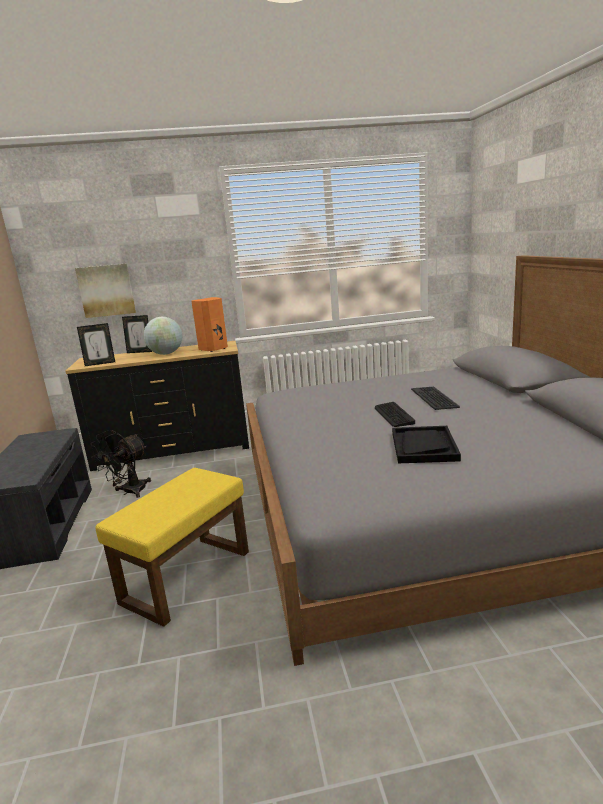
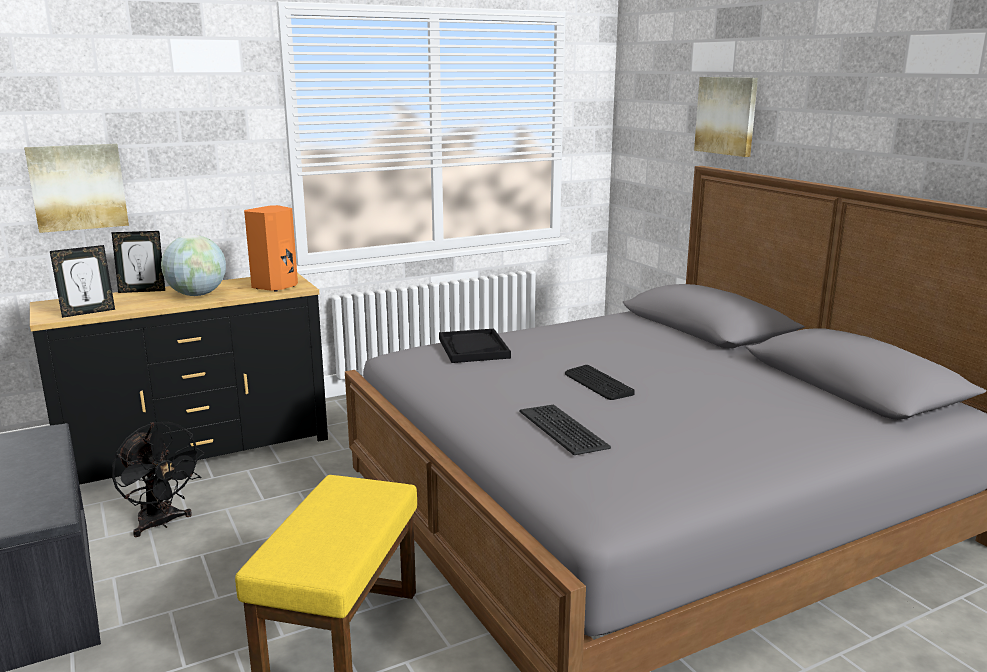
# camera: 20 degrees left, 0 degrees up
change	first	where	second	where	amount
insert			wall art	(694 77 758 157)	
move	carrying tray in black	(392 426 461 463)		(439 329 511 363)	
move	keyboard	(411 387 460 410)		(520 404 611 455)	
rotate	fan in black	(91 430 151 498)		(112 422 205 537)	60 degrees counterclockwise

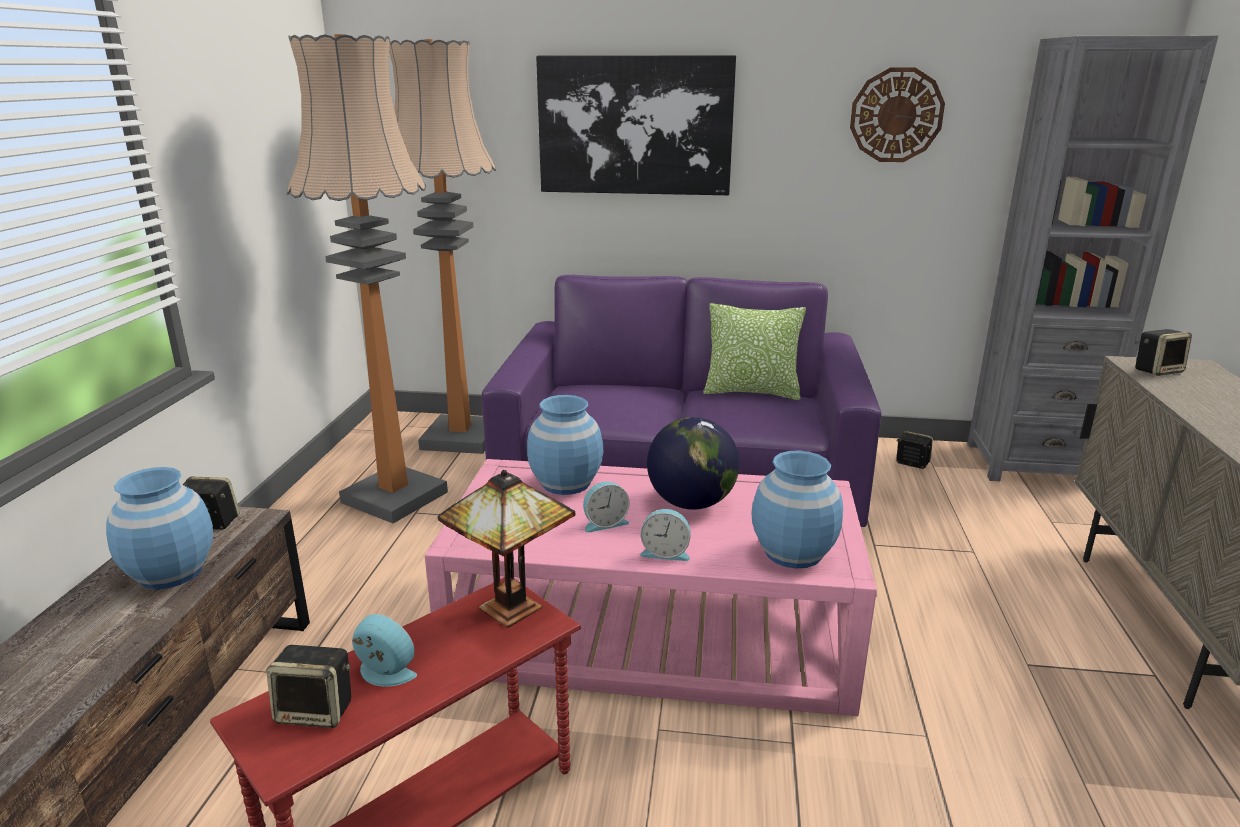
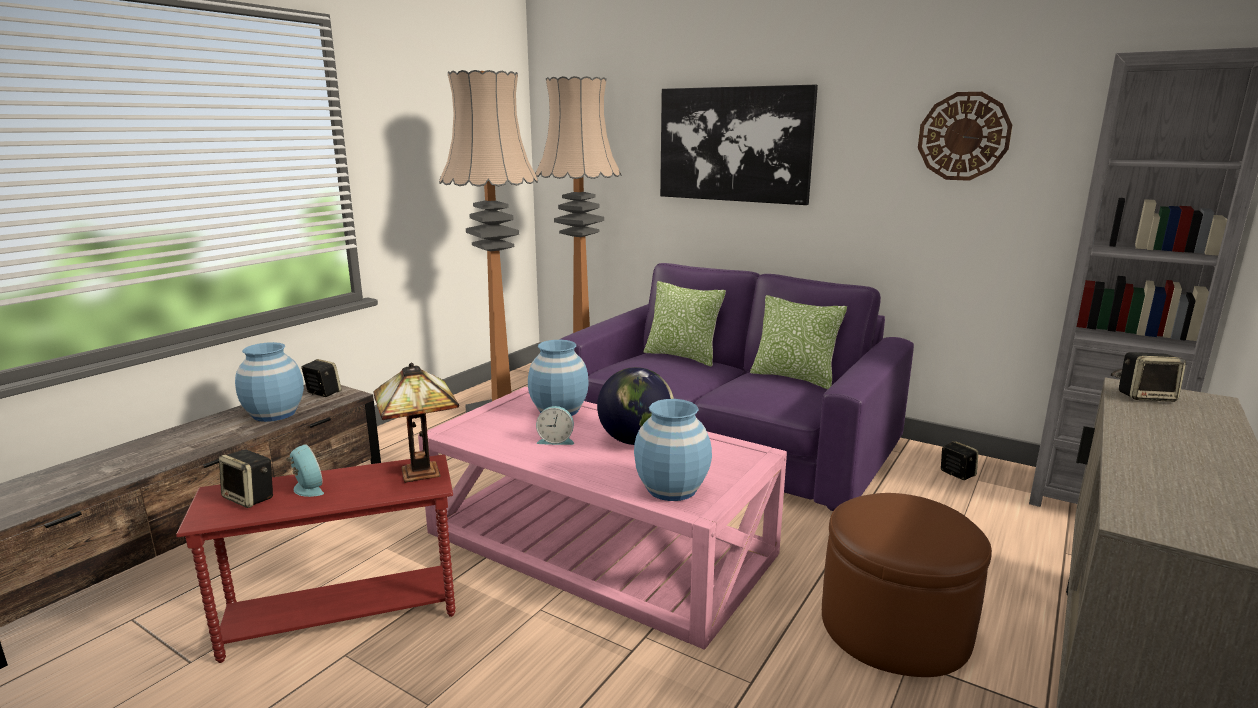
# camera: 25 degrees right, 5 degrees down
change	first	where	second	where	amount
delete	alarm clock	(640 509 691 561)			
insert			pillow	(644 281 726 367)	
insert			pouffe in brownish	(822 493 992 677)	

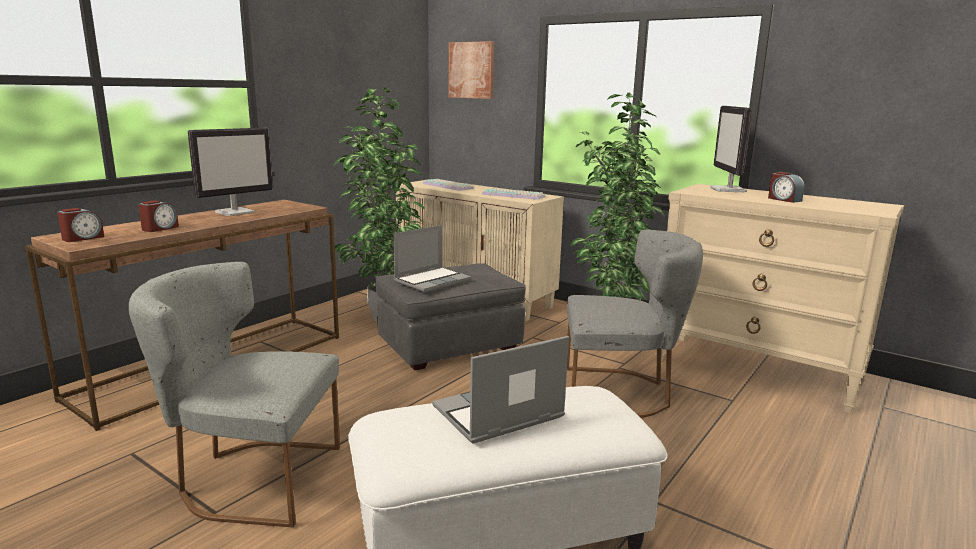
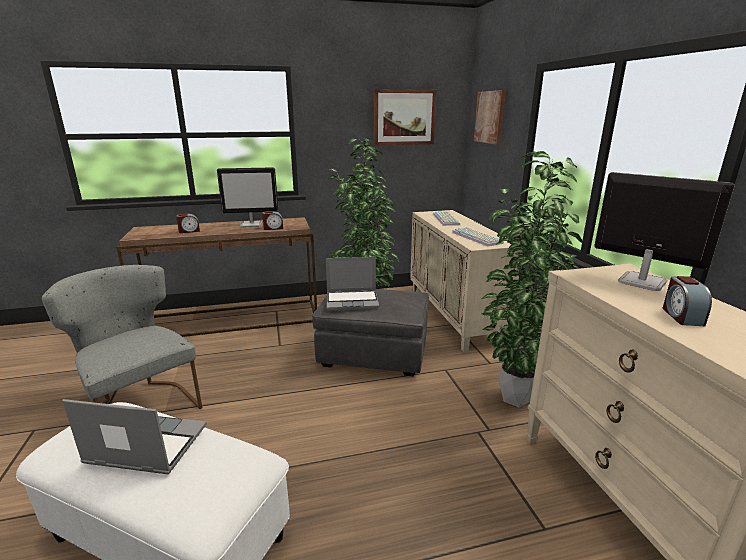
# camera: 40 degrees right, 5 degrees up
change	first	where	second	where	amount
delete	upright chair in grey	(567 229 703 418)			
insert			wall art	(374 89 437 145)	
move	alarm clock	(57 208 104 242)		(262 211 283 230)	
rotate	computer display	(710 106 752 192)		(594 172 735 291)	90 degrees clockwise

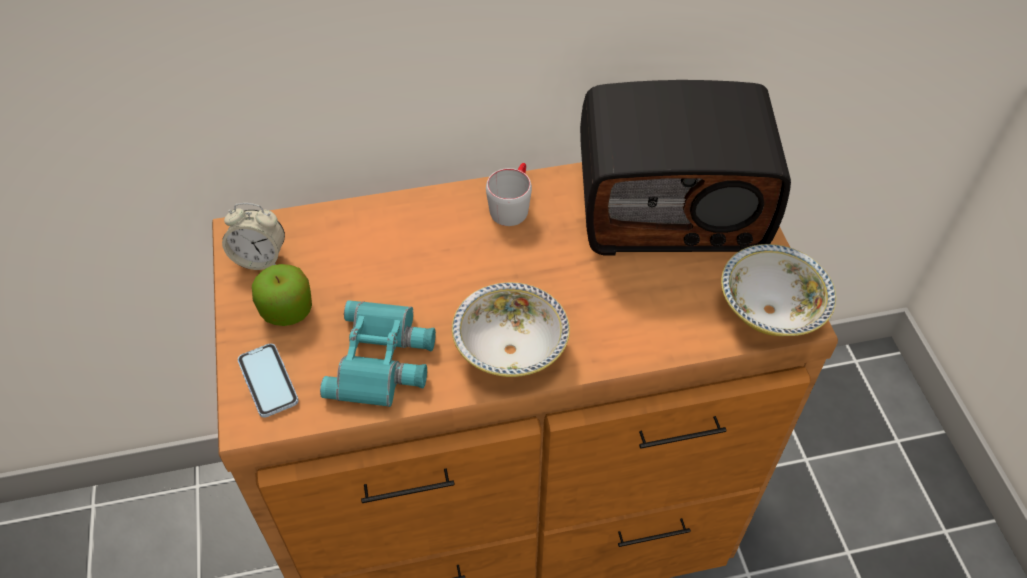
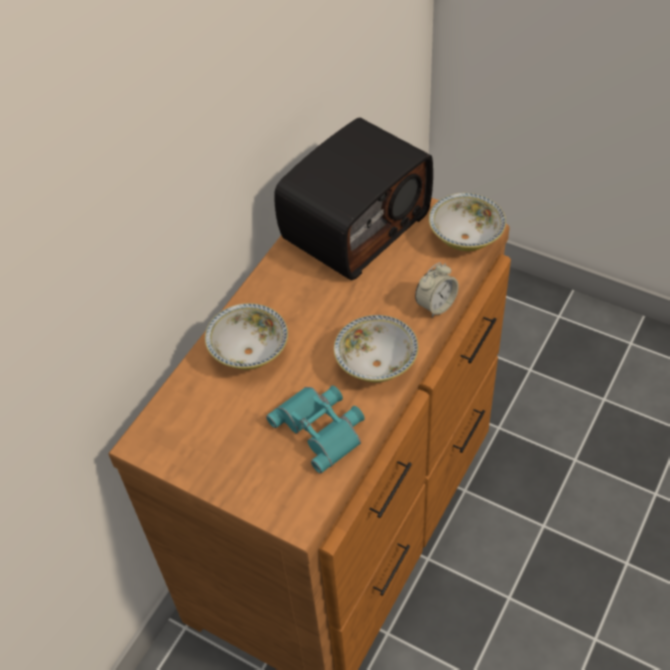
# camera: 45 degrees left, 0 degrees up
change	first	where	second	where	amount
delete	handset	(238 344 299 418)			
delete	whole apple	(252 264 312 326)			
delete	mug in grey	(486 163 532 226)			
insert			serving bowl	(205 303 288 370)	
move	alarm clock	(222 203 285 270)		(415 262 459 318)	

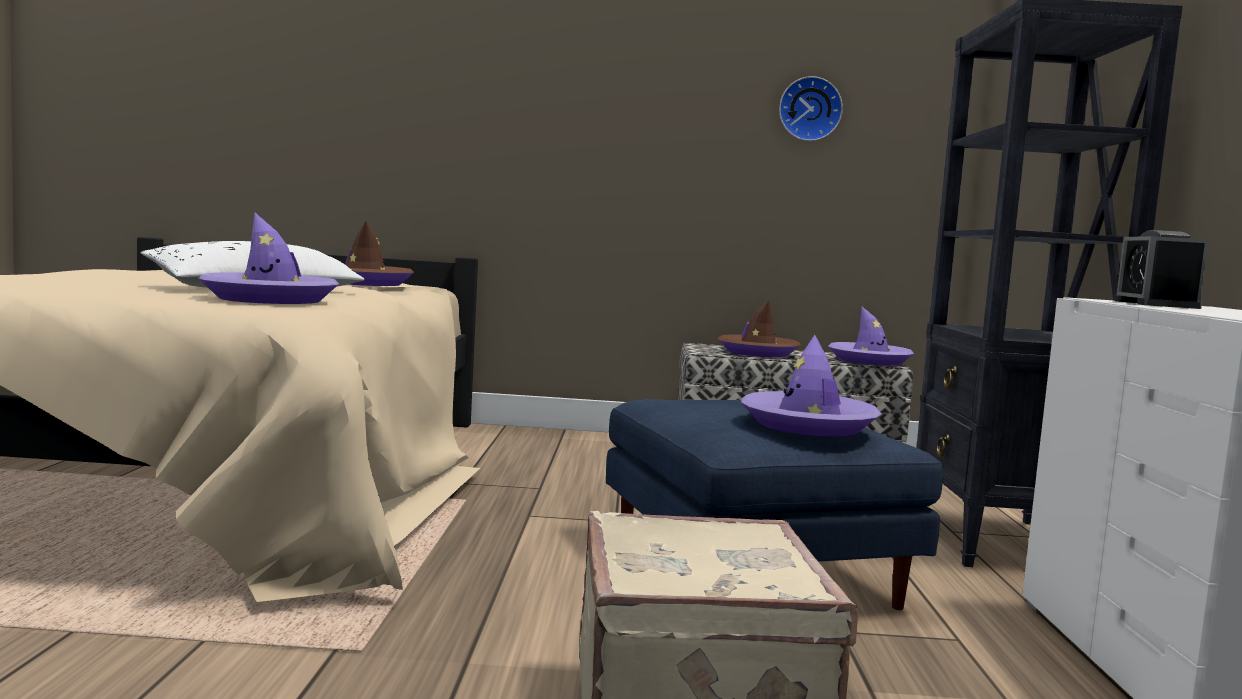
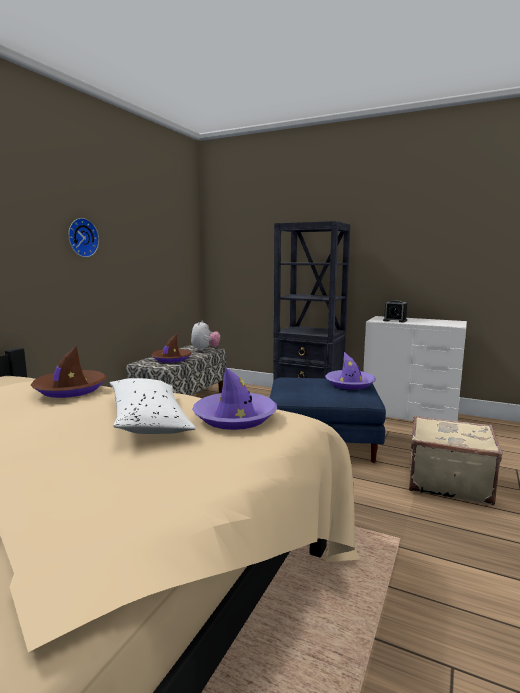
# camera: 65 degrees left, 5 degrees up
change	first	where	second	where	amount
move	wall clock	(779 76 843 141)		(68 218 99 257)	
replace	clothing hat in purplish	(828 307 914 366)	plush toy	(191 320 220 351)	

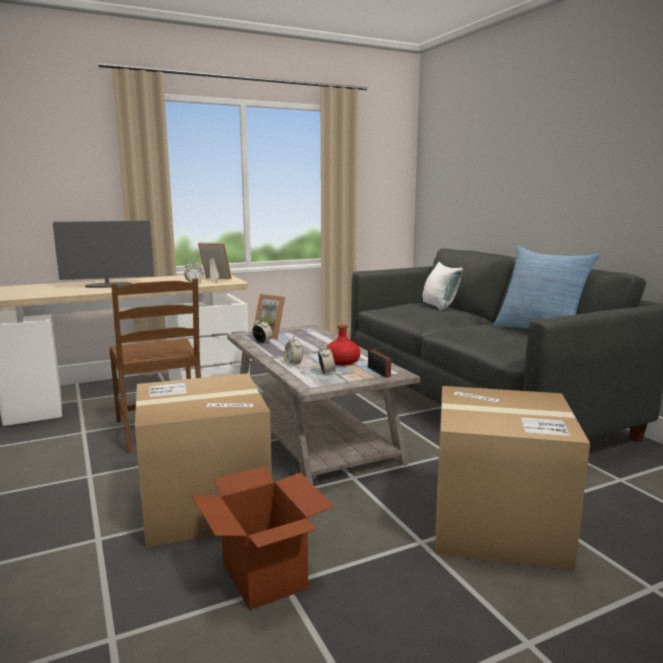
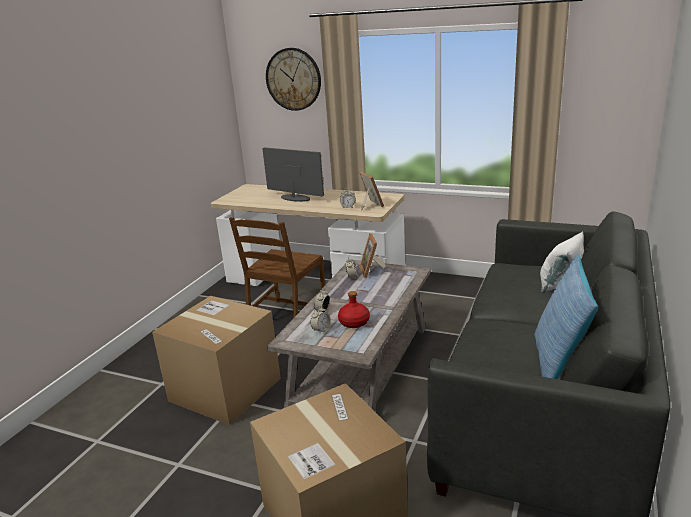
# camera: 50 degrees right, 10 degrees up
change	first	where	second	where	amount
delete	carton	(191 466 335 610)			
delete	radio receiver	(368 346 391 378)			
insert			wall clock	(266 48 321 111)	

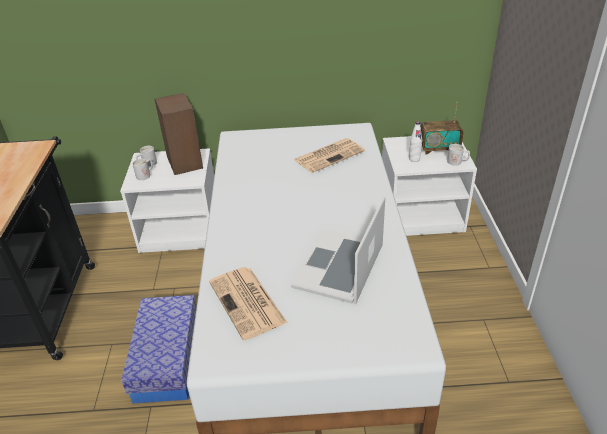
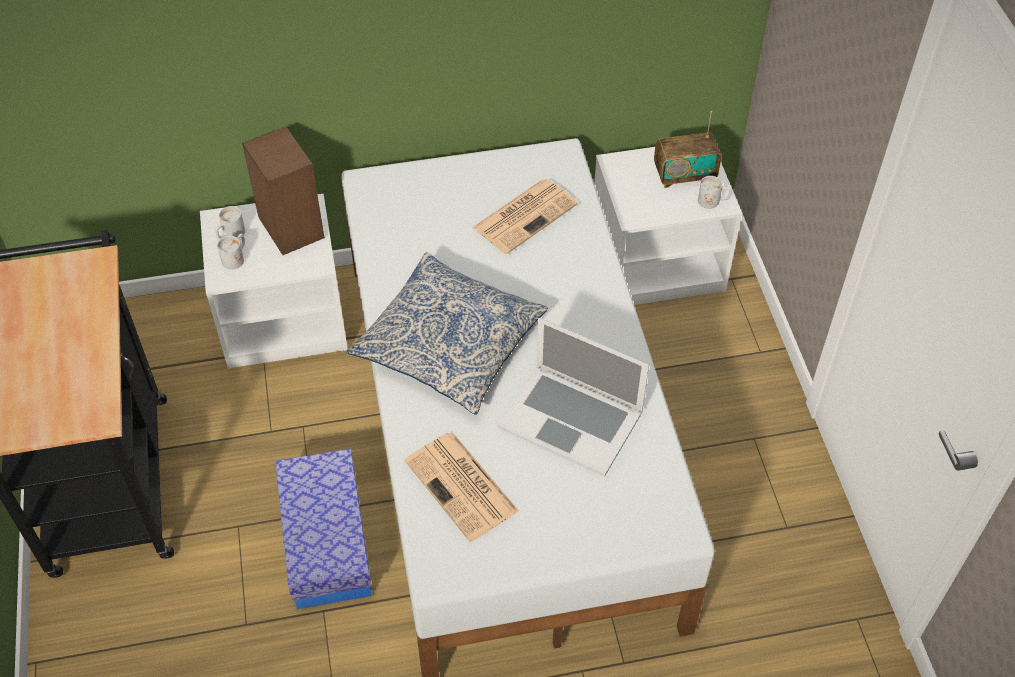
# camera: 10 degrees left, 15 degrees up
change	first	where	second	where	amount
delete	drink bottle in white	(409 121 422 162)			
insert			pillow	(346 252 548 415)	
rotate	notebook computer	(291 196 385 304)		(497 318 649 477)	75 degrees counterclockwise

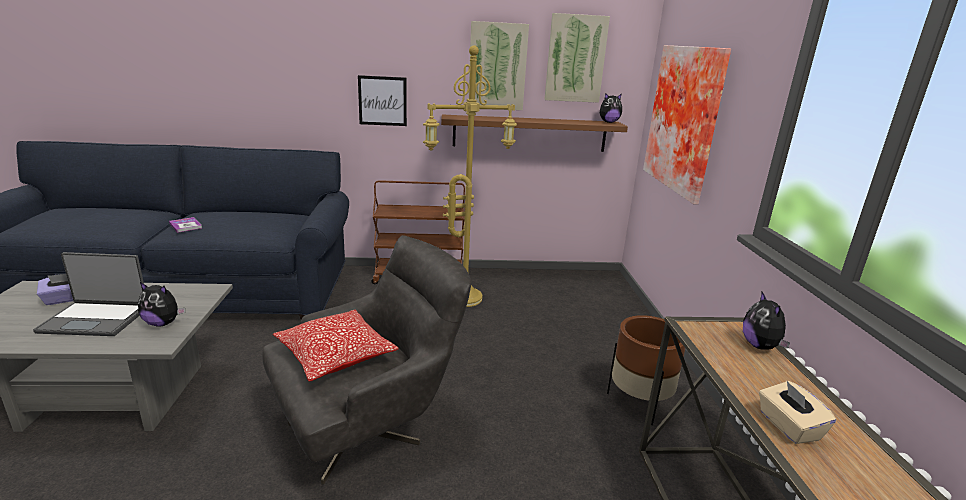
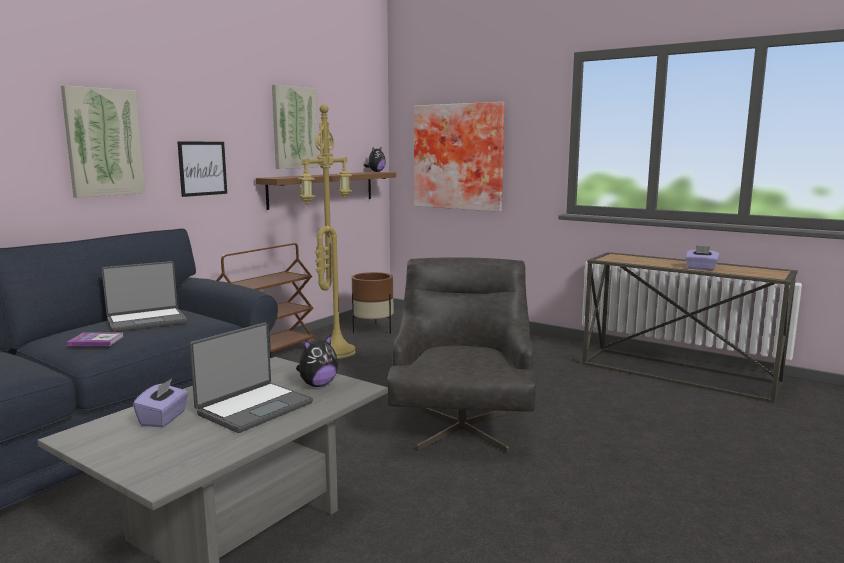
# camera: 50 degrees left, 10 degrees down
change	first	where	second	where	amount
delete	pillow	(273 310 399 382)			
delete	plush toy	(743 292 790 350)			
insert			notebook computer	(102 261 187 333)	
move	wall art	(544 13 610 103)		(61 85 145 198)	
move	plant pot in brownish	(607 315 686 425)		(352 272 394 334)	
recolor	tissue holder in beige	(759 381 836 444)	tissue holder in purplish	(686 245 719 270)	

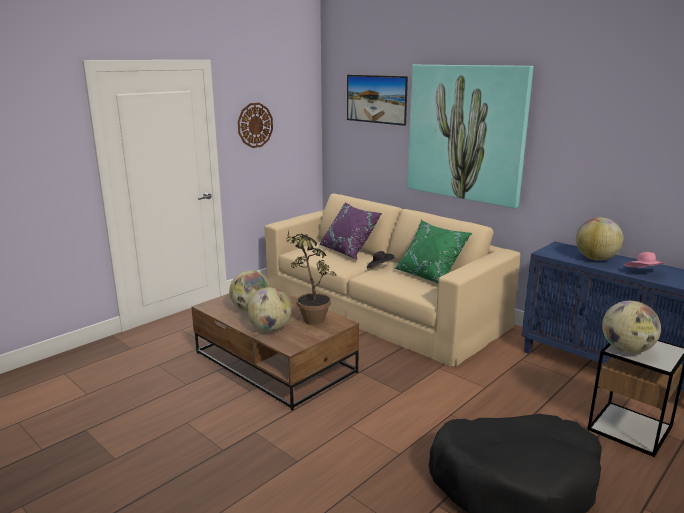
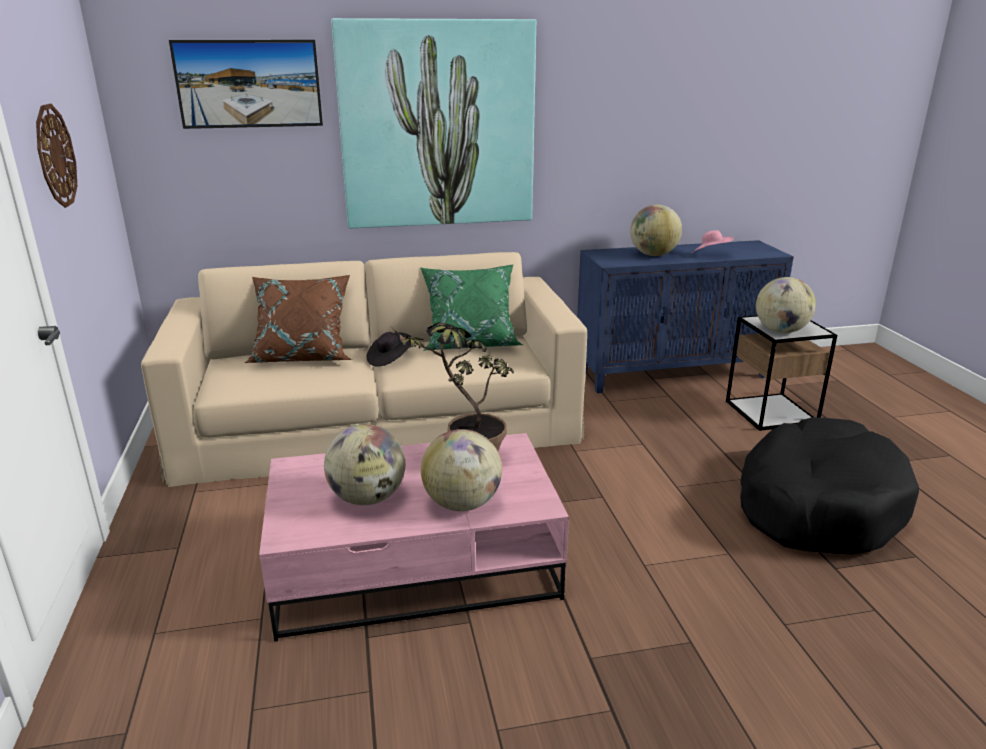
# camera: 55 degrees left, 5 degrees up
change	first	where	second	where	amount
recolor	lounge table in brownish	(191 293 359 410)	lounge table in pink	(259 433 569 641)	
recolor	pillow in purplish	(319 202 382 259)	pillow in brownish	(244 275 352 363)	

